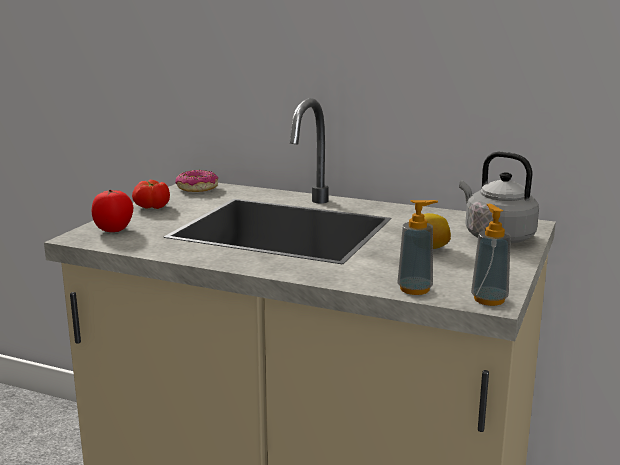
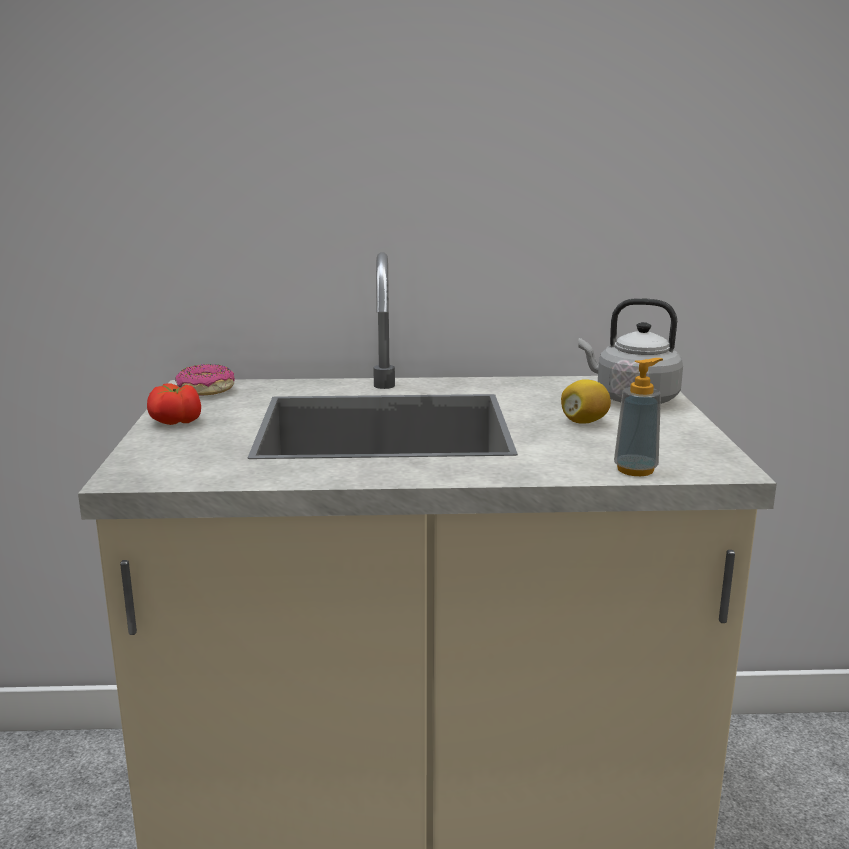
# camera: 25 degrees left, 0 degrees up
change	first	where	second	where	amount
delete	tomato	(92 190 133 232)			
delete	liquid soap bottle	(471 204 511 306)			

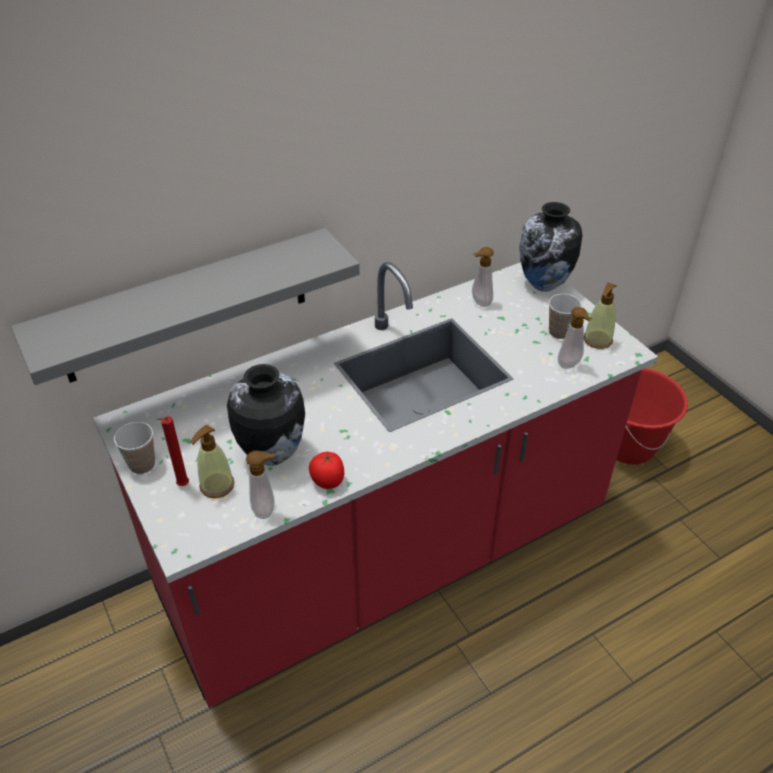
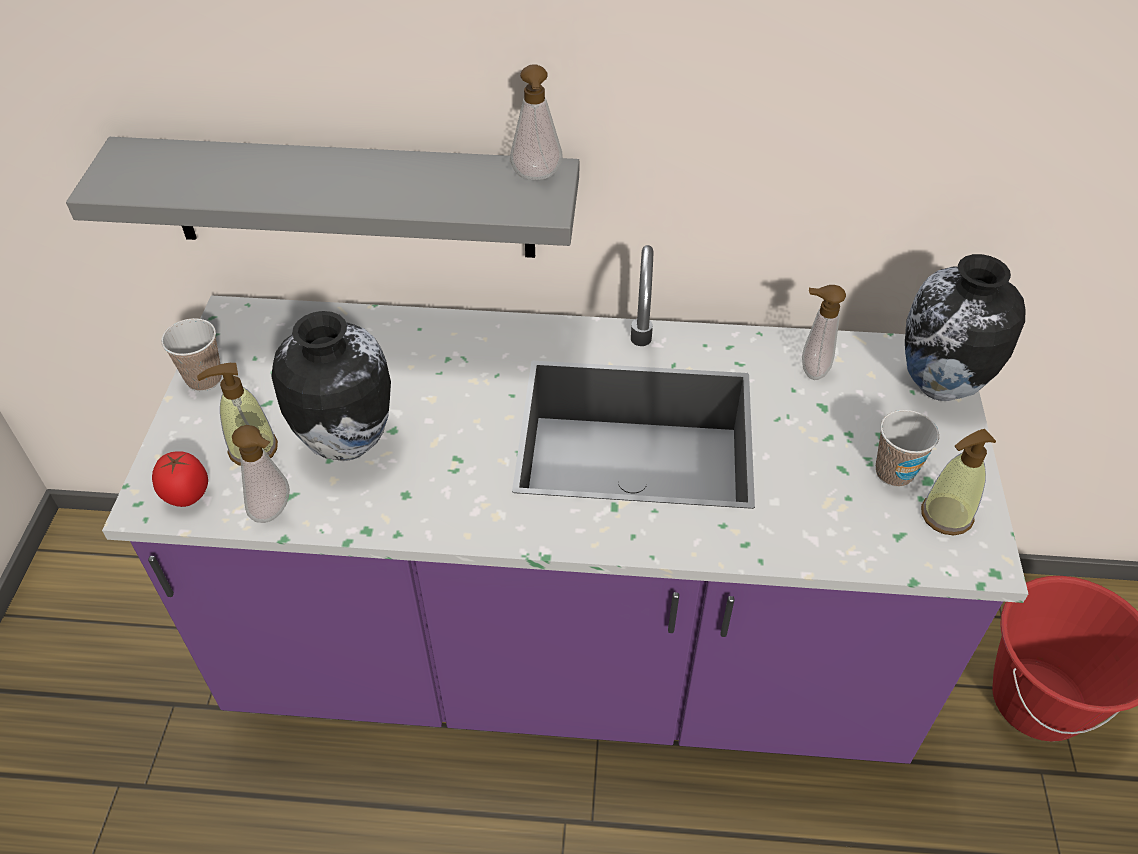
# camera: 35 degrees right, 5 degrees up
change	first	where	second	where	amount
delete	candle in red	(157 416 189 486)			
move	tomato	(309 451 344 489)		(152 451 208 507)	
move	liquid soap bottle	(558 307 593 369)		(510 64 563 180)	
recolor	kitchen base unit in red	(93 262 658 707)	kitchen base unit in purplish	(102 245 1028 764)	

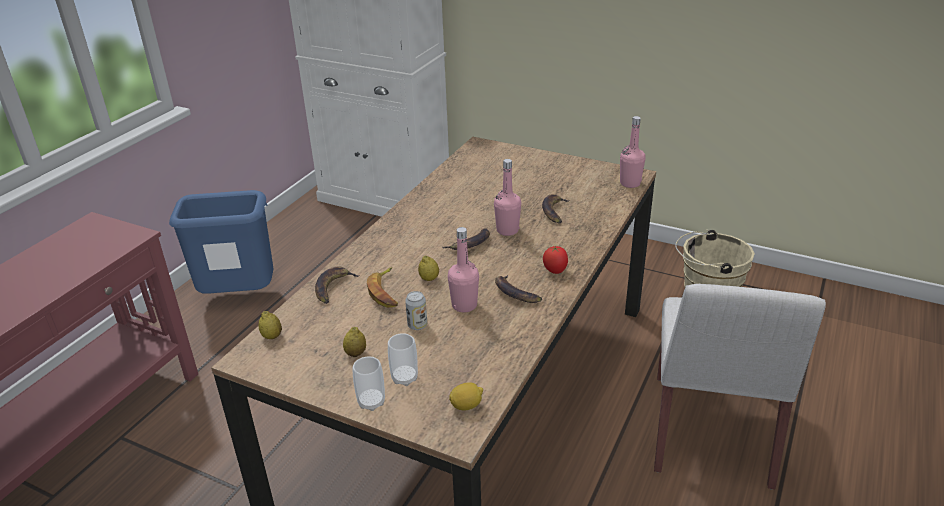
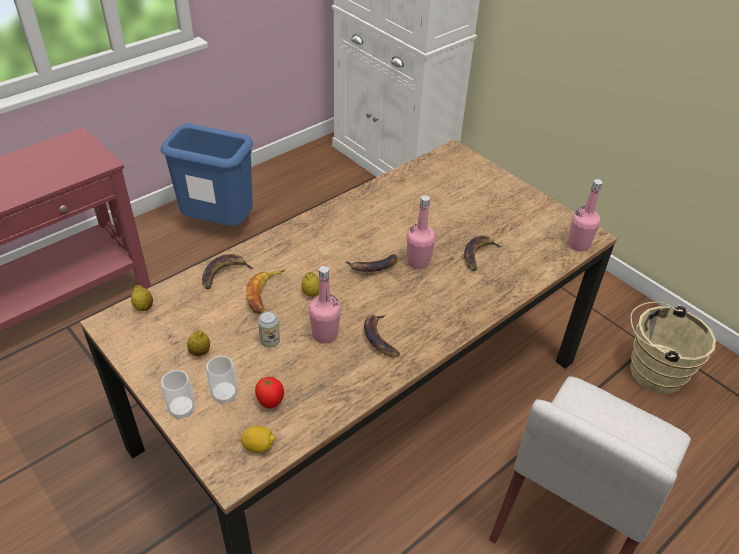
# camera: 20 degrees right, 10 degrees up
change	first	where	second	where	amount
move	tomato	(543 246 568 274)		(255 377 284 409)	

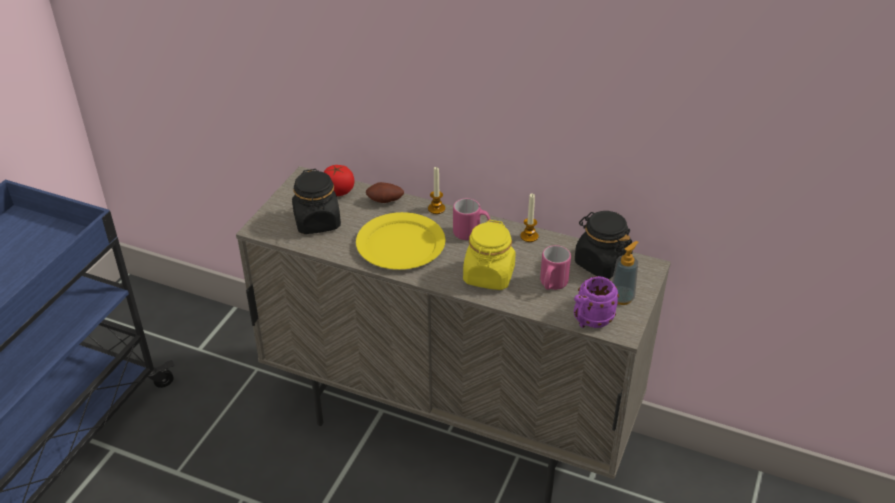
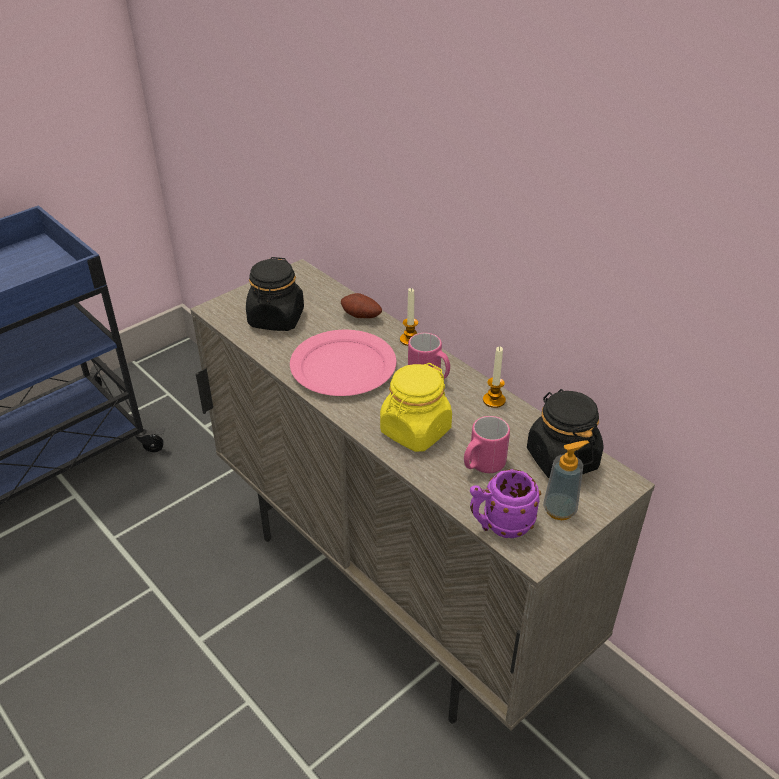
# camera: 25 degrees right, 0 degrees up
change	first	where	second	where	amount
delete	tomato	(324 165 354 196)			
recolor	dinner plate in yellow-coloured	(356 212 445 270)	dinner plate in pink	(290 330 397 396)	

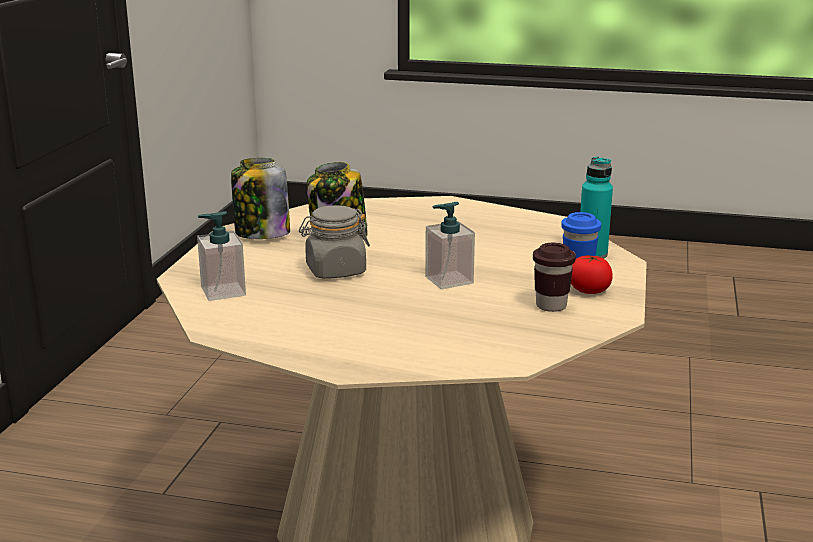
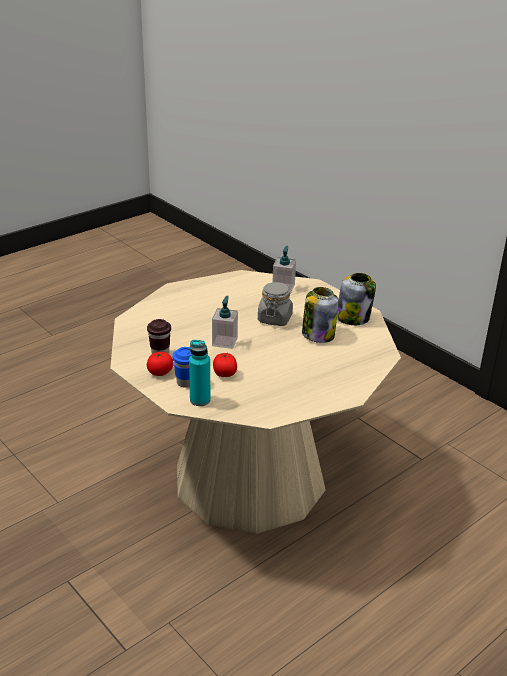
# camera: 125 degrees right, 10 degrees up
change	first	where	second	where	amount
insert			tomato	(213 353 237 377)	

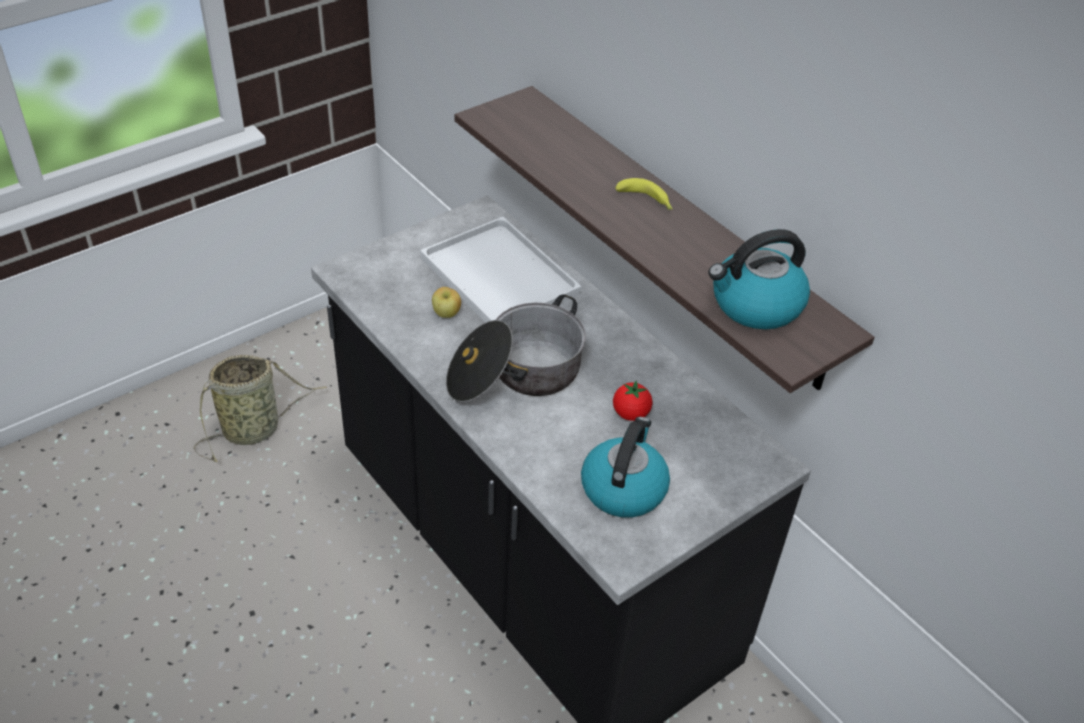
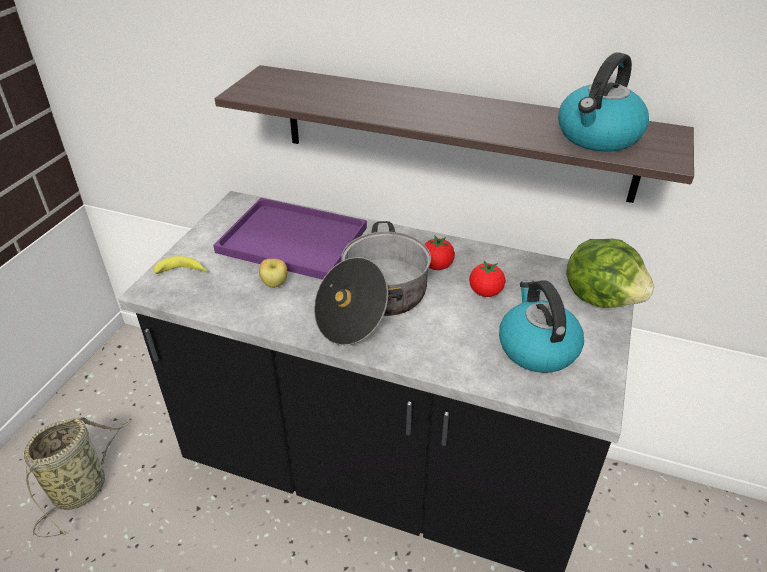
# camera: 30 degrees left, 5 degrees down
change	first	where	second	where	amount
insert			tomato	(424 235 455 270)	
insert			lettuce	(566 239 654 308)	
move	whole banana	(615 178 673 210)		(154 256 208 274)	
recolor	carrying tray in white	(420 217 582 323)	carrying tray in purplish	(213 198 367 280)	

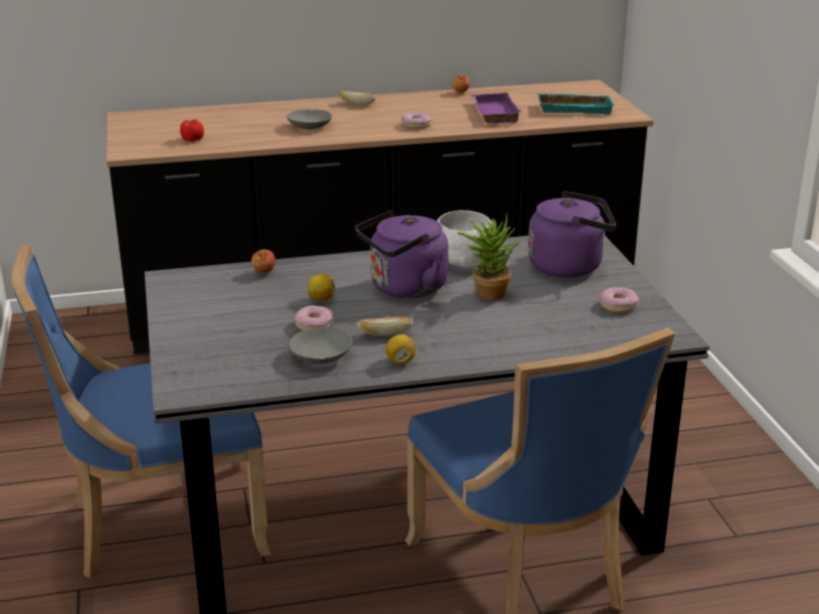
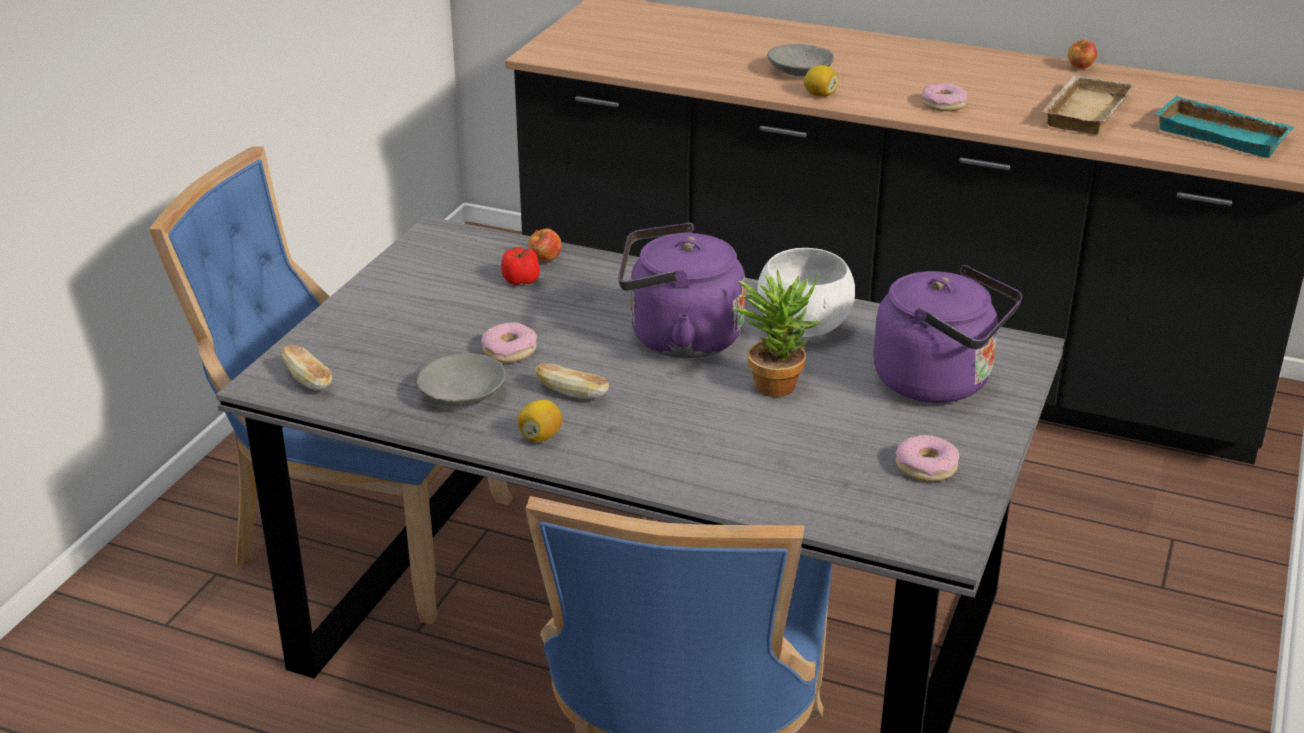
# camera: 35 degrees right, 5 degrees up
change	first	where	second	where	amount
move	tomato	(180 119 204 142)		(501 247 540 285)	
move	lemon	(308 274 335 300)		(804 65 838 97)	
move	bread	(339 91 376 105)		(281 345 332 390)	
recolor	carrying tray in purplish	(471 92 522 123)	carrying tray in beige	(1042 75 1133 135)	

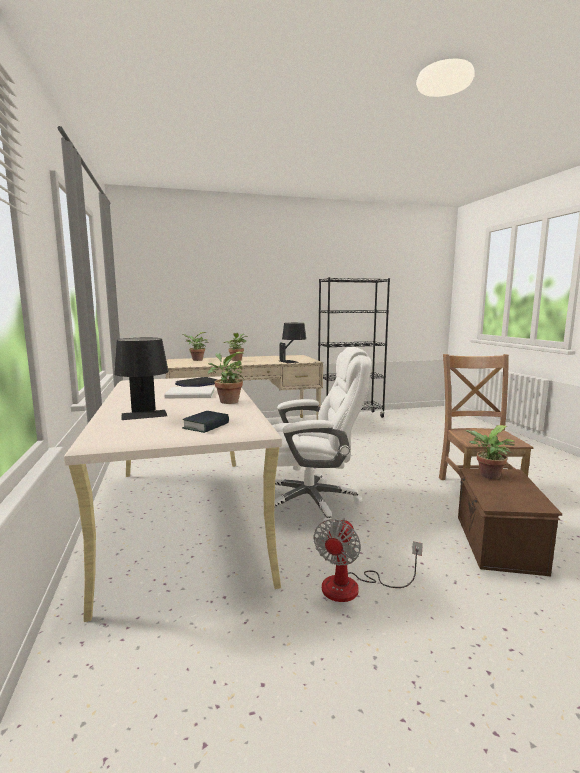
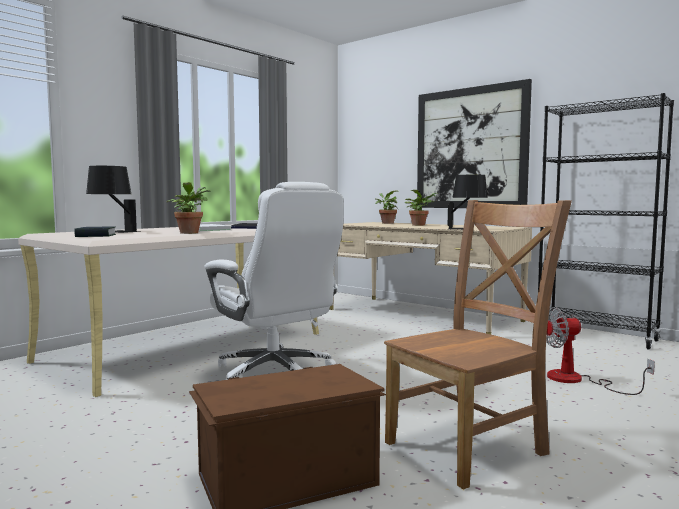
# camera: 55 degrees right, 5 degrees down
change	first	where	second	where	amount
delete	houseplant	(466 425 515 479)			
insert			wall art	(417 79 532 208)	
move	fan	(313 518 423 602)		(546 307 655 395)	

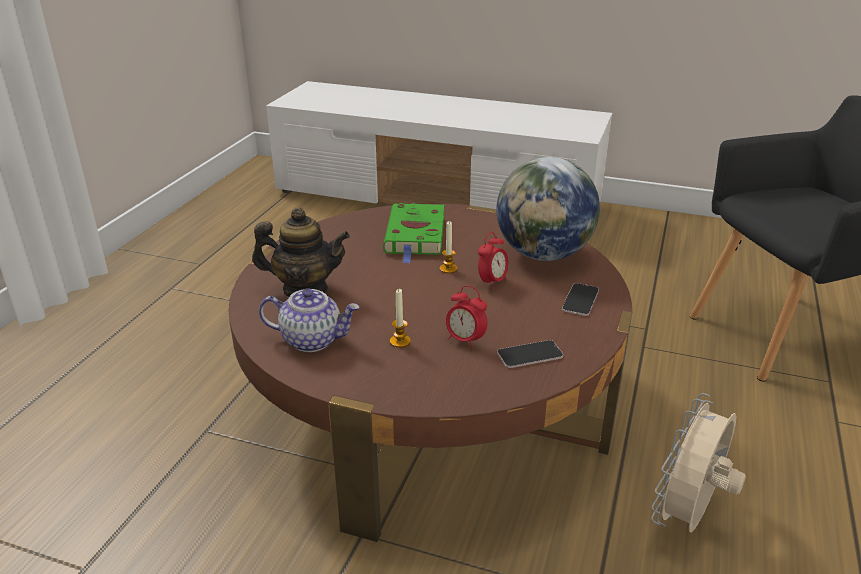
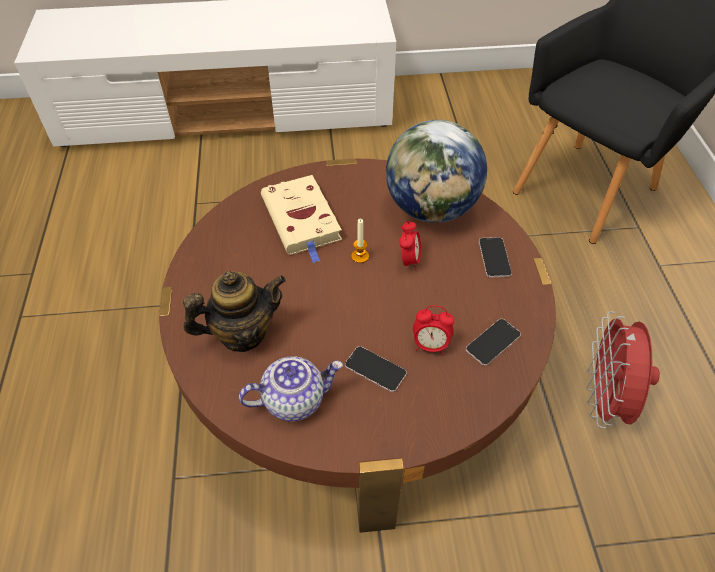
# camera: 25 degrees left, 20 degrees up
change	first	where	second	where	amount
replace	candle	(390 289 411 348)	handset	(345 346 407 392)	
recolor	volume in greenish	(383 203 444 263)	volume in beige	(261 175 342 263)	
recolor	fan in beige	(651 393 746 532)	fan in red	(586 311 660 429)	

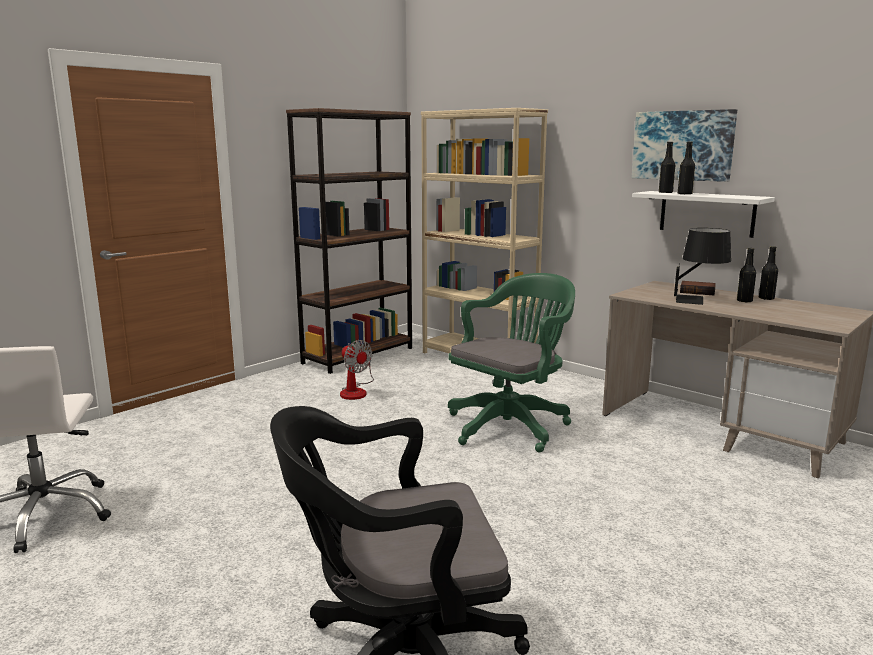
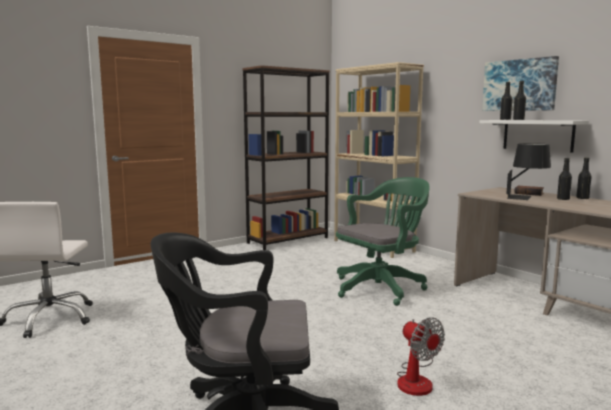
# camera: 10 degrees right, 5 degrees down
change	first	where	second	where	amount
move	fan	(340 340 374 400)		(397 317 445 396)	

